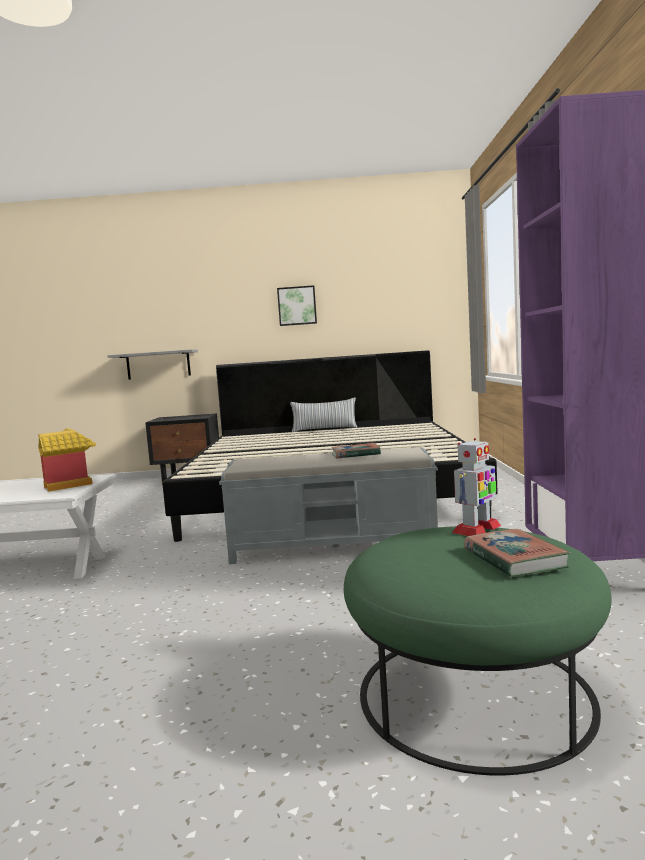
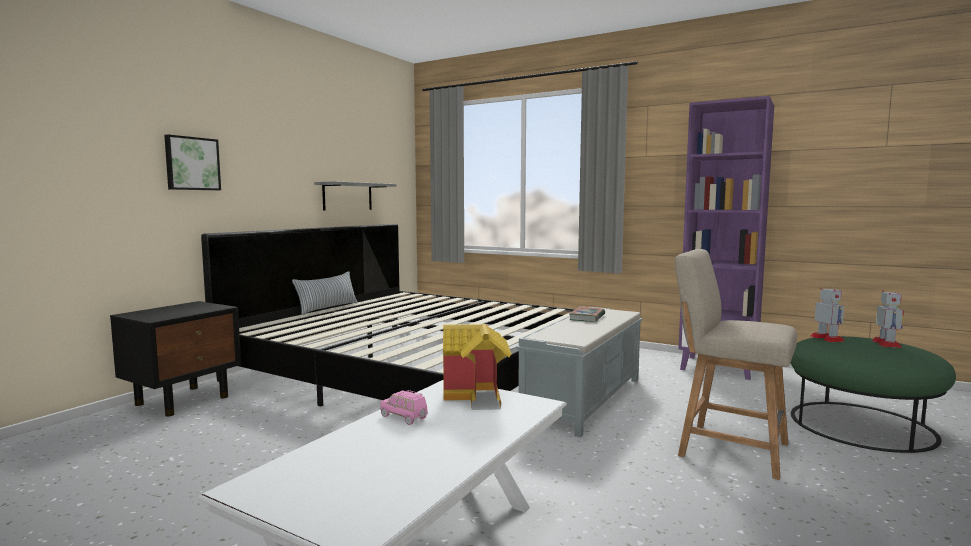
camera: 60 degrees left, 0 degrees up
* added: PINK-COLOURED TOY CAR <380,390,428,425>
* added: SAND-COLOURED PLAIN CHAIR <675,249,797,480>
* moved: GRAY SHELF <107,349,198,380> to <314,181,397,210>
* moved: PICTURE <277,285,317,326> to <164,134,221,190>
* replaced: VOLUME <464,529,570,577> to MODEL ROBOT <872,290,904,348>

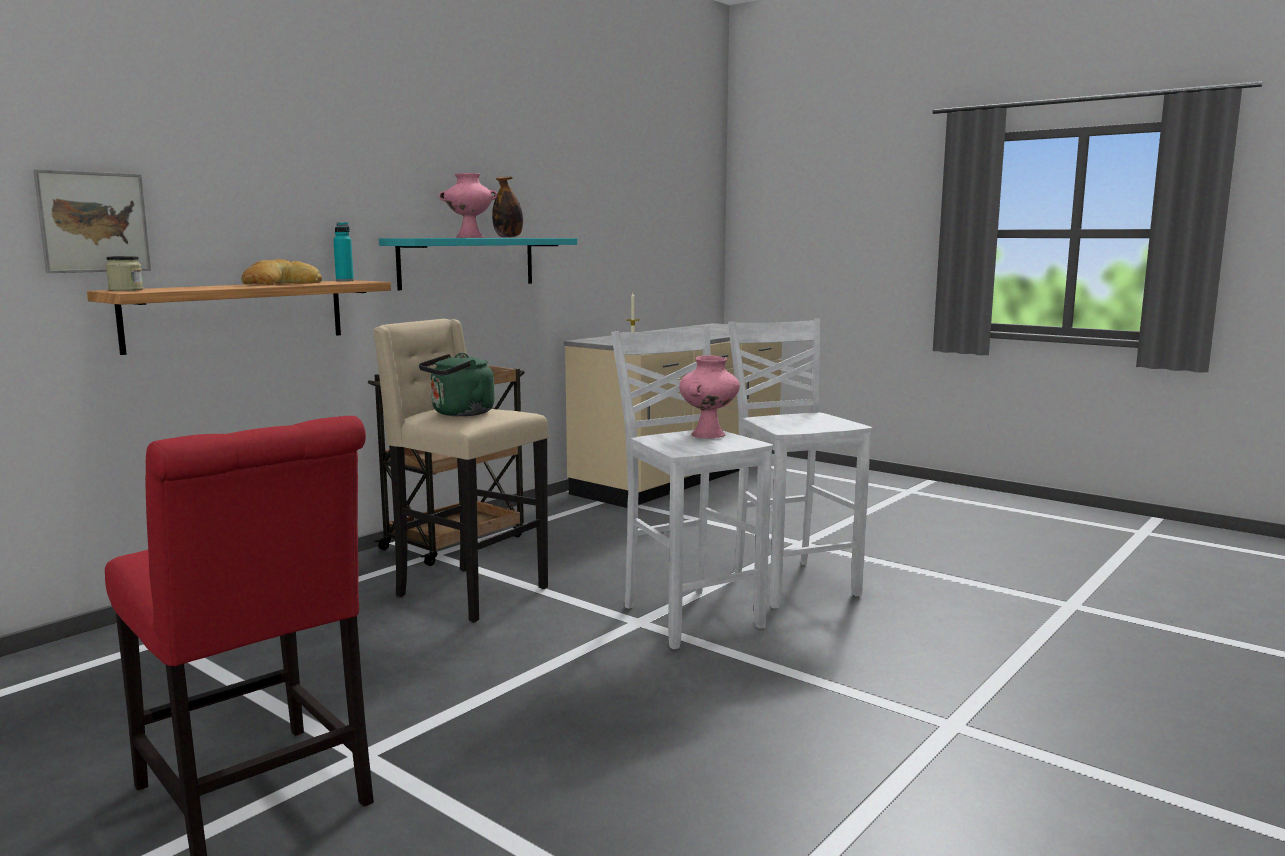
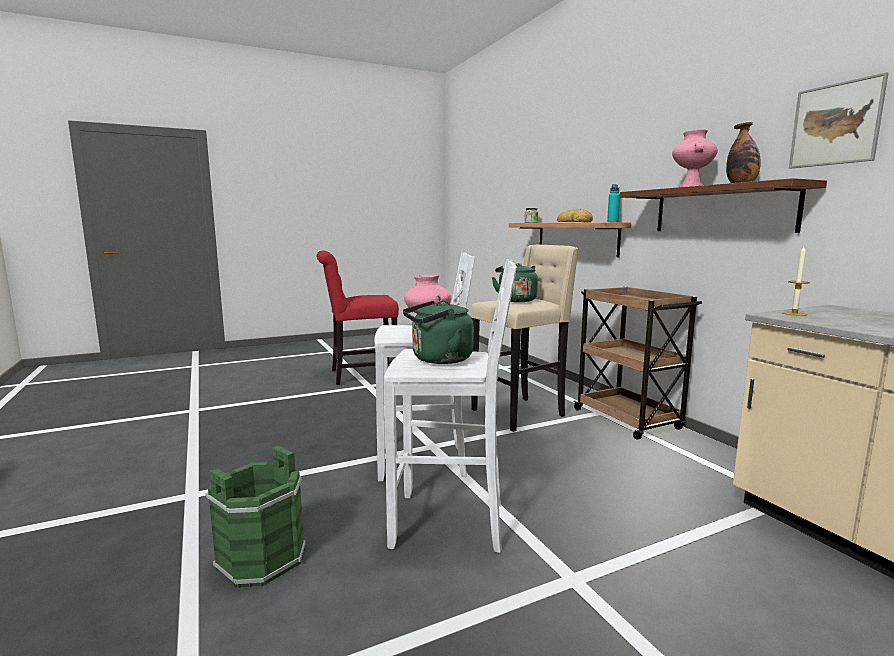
camera: 115 degrees right, 0 degrees up
* added: GREEN-COLOURED PAIL <206,445,306,588>
* added: GREEN-COLOURED WATER KETTLE <403,300,473,364>
* moved: PICTURE <33,169,151,273> to <789,72,889,169>
* recoloured: BLUE-GREEN SHELF <379,238,577,290> to BROWN SHELF <619,178,827,233>

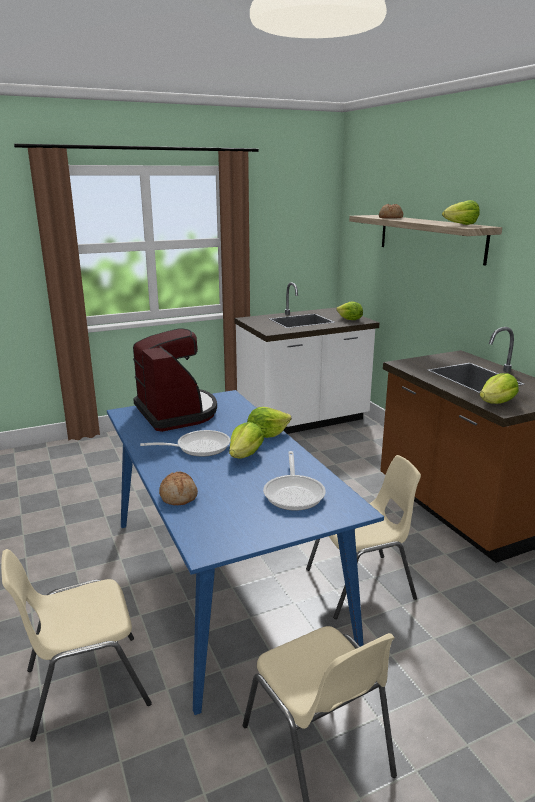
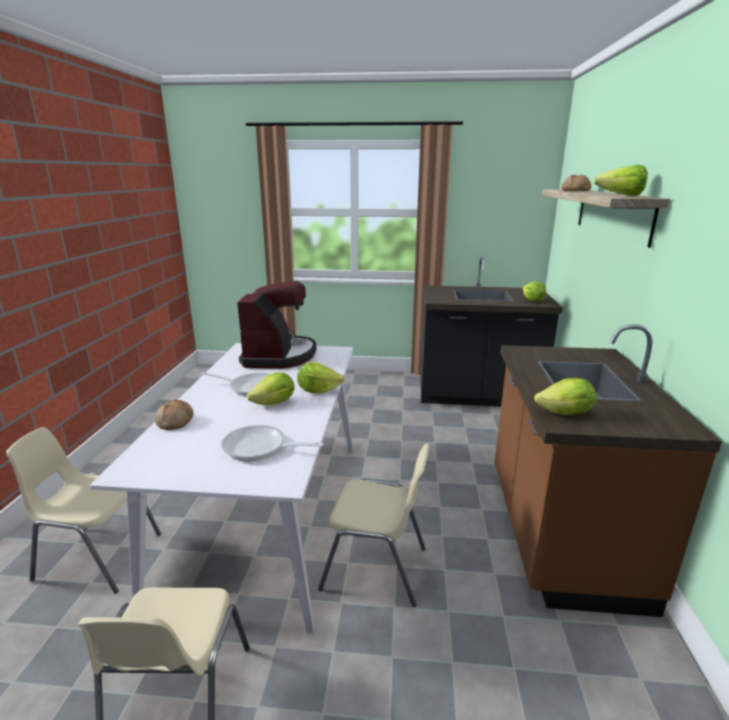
camera: 30 degrees right, 0 degrees up
* recoloured: BLUE DINING TABLE <107,390,384,715> to WHITE DINING TABLE <90,343,353,633>
* recoloured: WHITE COUNTER <235,282,380,434> to BLACKISH COUNTER <420,256,563,406>
* turned: SKILLET <263,451,326,511> = <221,425,324,461> 75 degrees clockwise

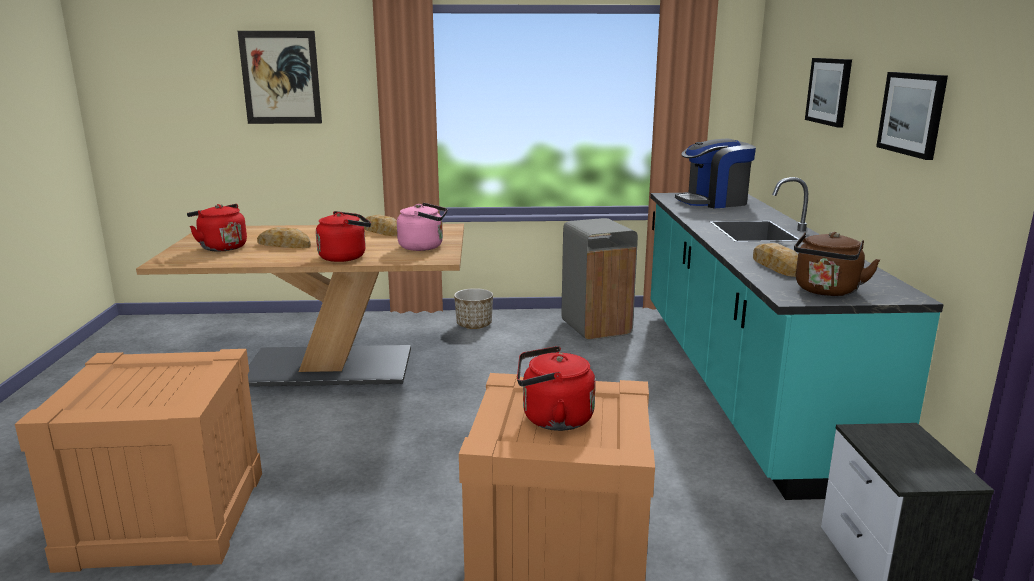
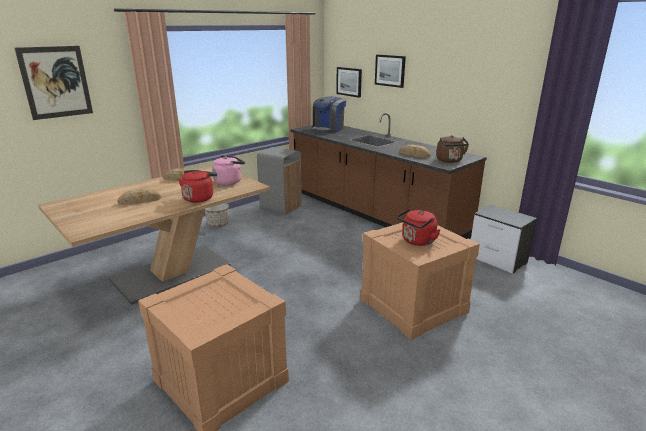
camera: 40 degrees left, 5 degrees up
* removed: REDDISH WATER KETTLE <187,204,247,251>
* moved: PICTURE <876,72,948,160> to <336,67,362,98>
* recoloured: BLUE-GREEN COUNTER <650,177,944,500> to BROWN COUNTER <290,113,487,239>

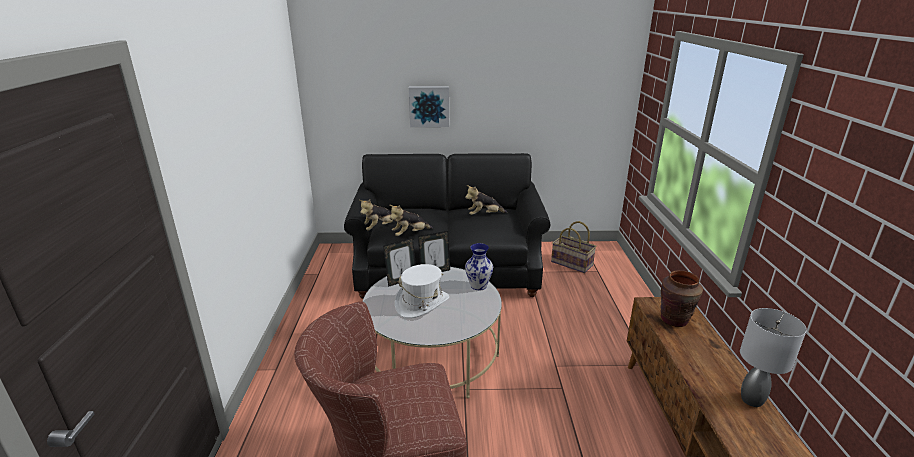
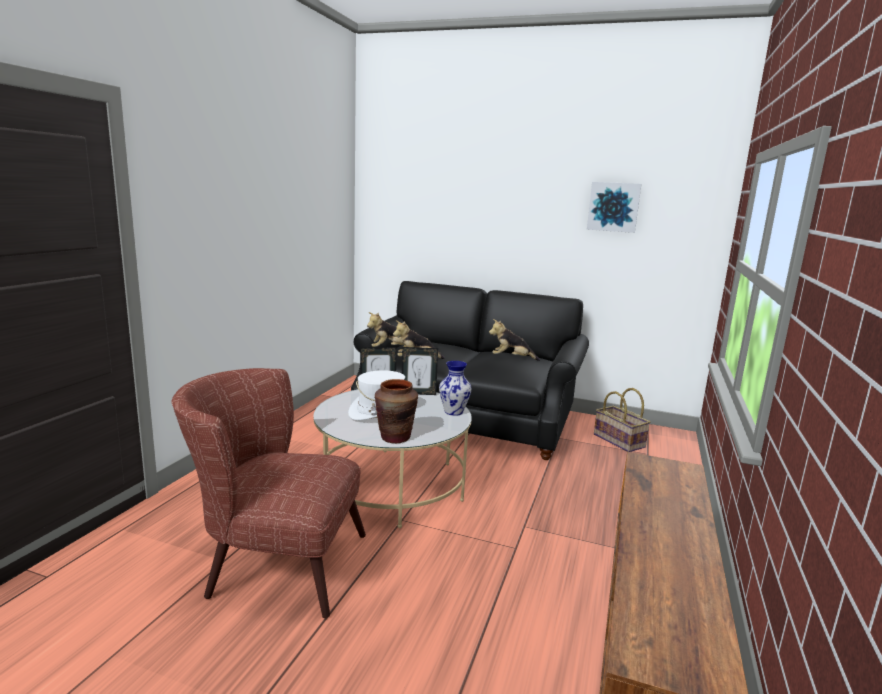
camera: 20 degrees right, 10 degrees down
* removed: GRAY TABLETOP LAMP <740,308,807,407>
* moved: PICTURE <409,86,449,127> to <587,182,641,233>
* moved: BROWN DECORATIVE VASE <661,270,703,327> to <374,379,418,443>

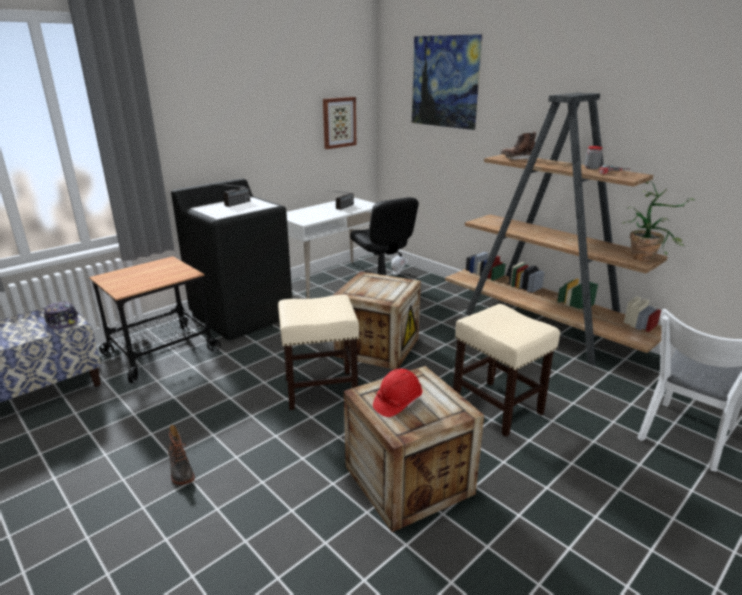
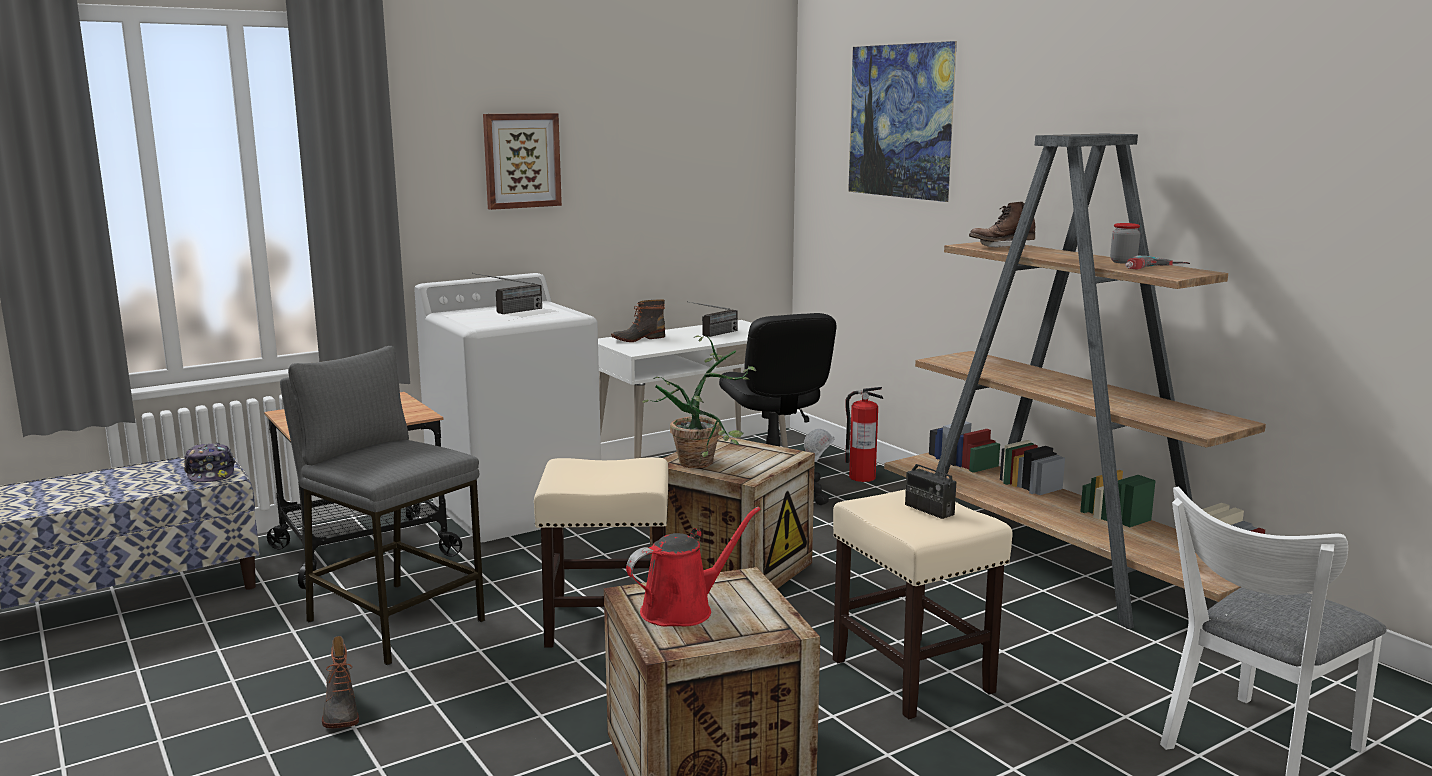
camera: 10 degrees right, 10 degrees down
* added: GRAY STOOL SEAT <280,346,485,665>
* added: TALL BOOT <611,299,665,342>
* added: FIRE-FIGHTING CYLINDER <846,387,883,482>
* added: RADIO SET <905,445,957,519>
* moved: PICTURE <323,97,356,149> to <483,113,562,210>
* moved: PLANT IN A POT <622,181,696,262> to <642,336,756,468>
* replaced: REDDISH HARD HAT <373,368,422,417> to REDDISH SPRINKLING CAN <626,507,761,626>
* recoloured: BLACKISH LAUNDRY APPLIANCE <171,178,292,341> to WHITE LAUNDRY APPLIANCE <414,273,601,542>

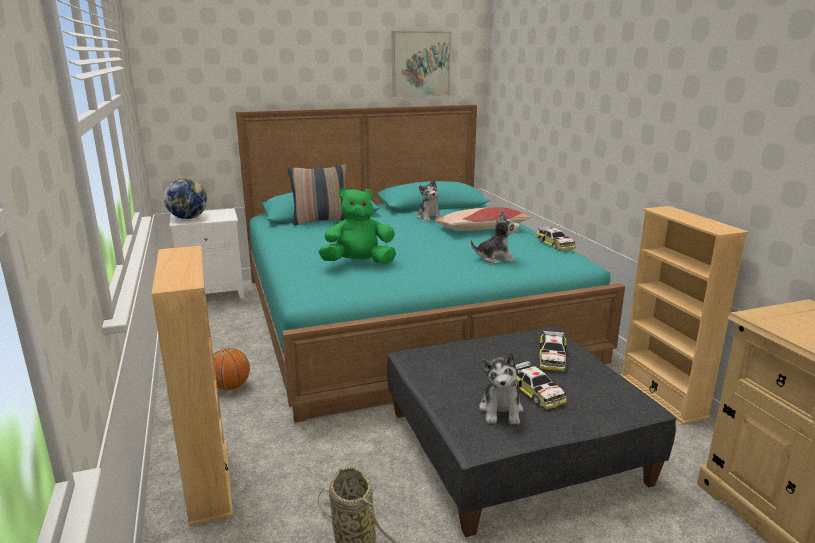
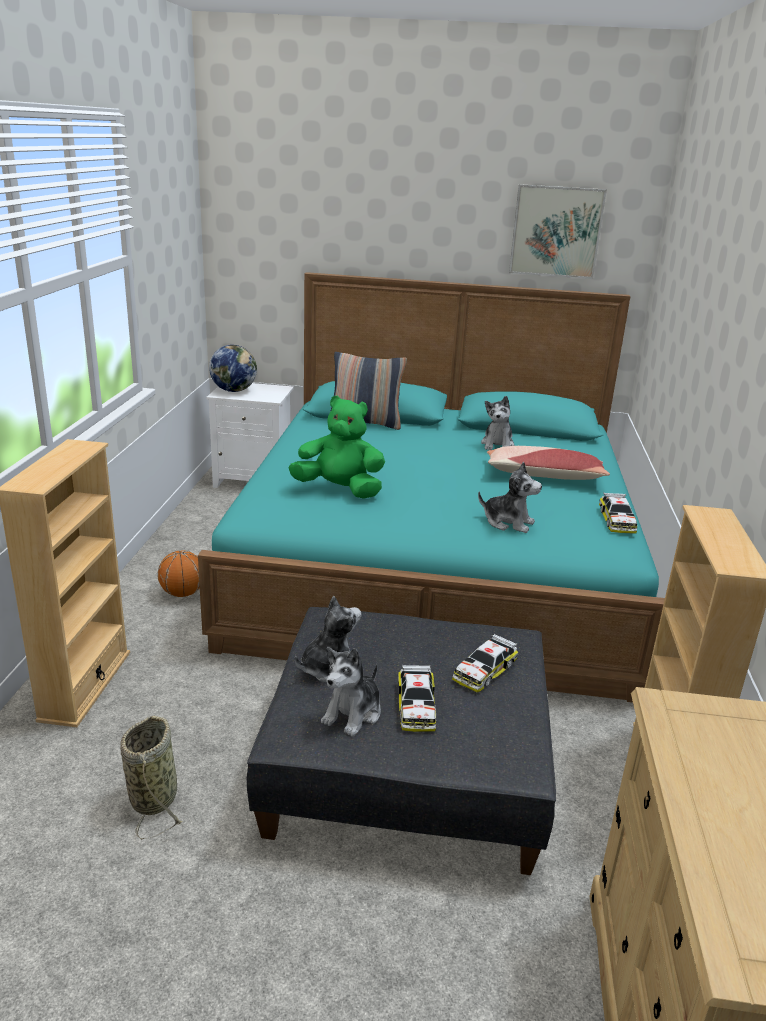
camera: 25 degrees right, 5 degrees up
* added: CUDDLY TOY <295,596,361,682>

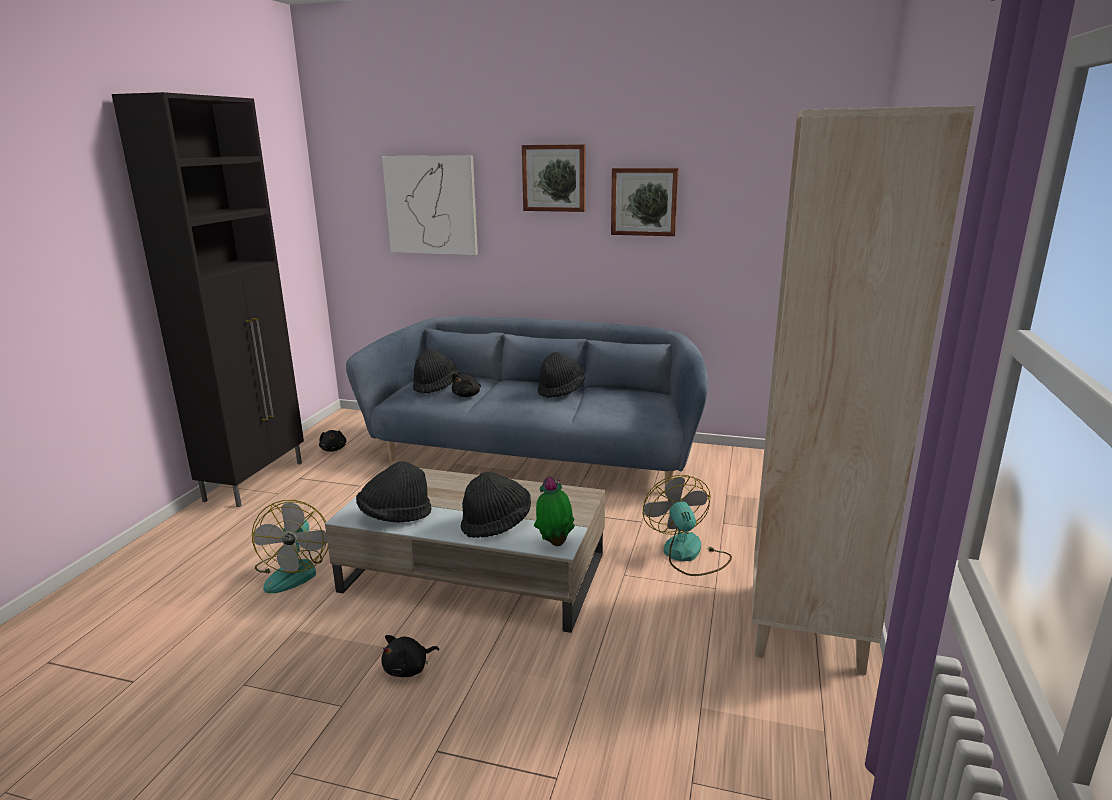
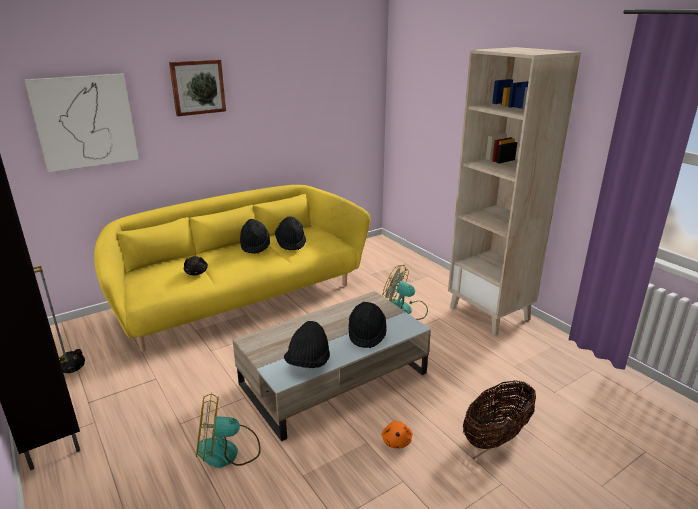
camera: 50 degrees left, 5 degrees up
* removed: PLANT IN A POT <534,476,575,546>
* removed: PICTURE <611,168,679,236>
* added: STORAGE BASKET <463,381,536,449>
* moved: BLACKISH HAT <413,349,459,394> to <275,216,306,250>
* recoloured: BLUE SETTEE <346,316,708,487> to YELLOW SETTEE <94,185,370,352>
* recoloured: BLACKISH CUDDLY TOY <381,635,439,677> to ORANGE CUDDLY TOY <382,420,413,449>
* turned: ELECTRIC FAN <252,500,328,593> = <196,392,261,468> 135 degrees clockwise

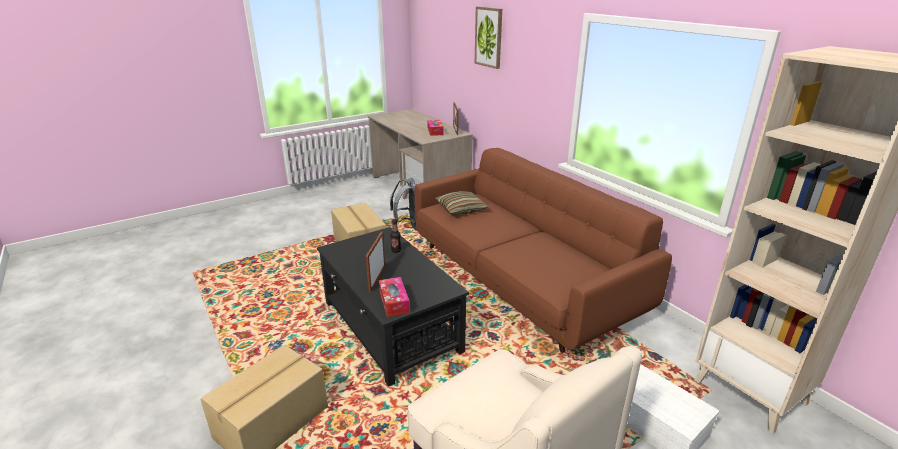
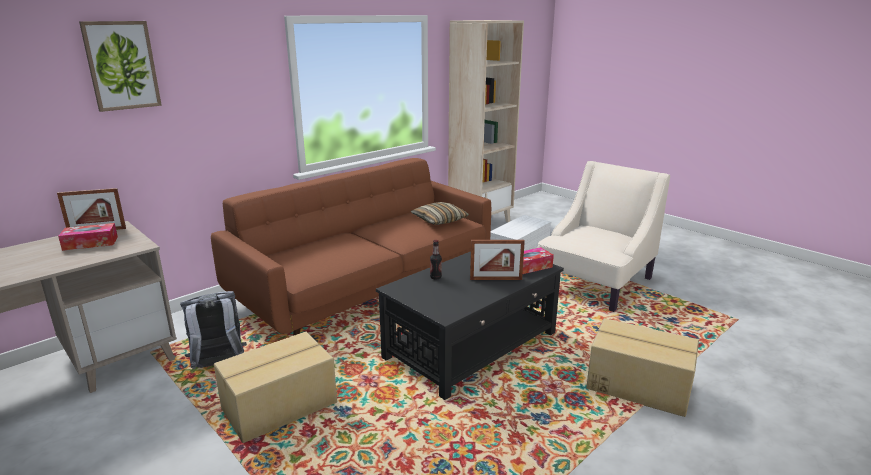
camera: 100 degrees left, 5 degrees down
* moved: PILLOW <435,191,488,215> to <411,202,469,225>

